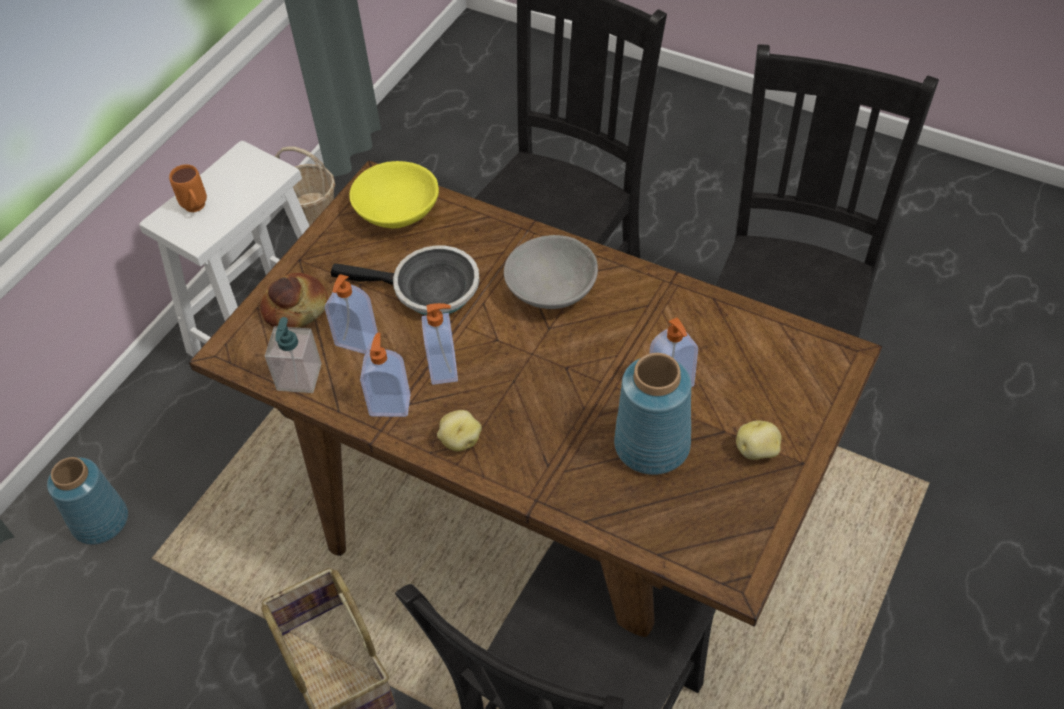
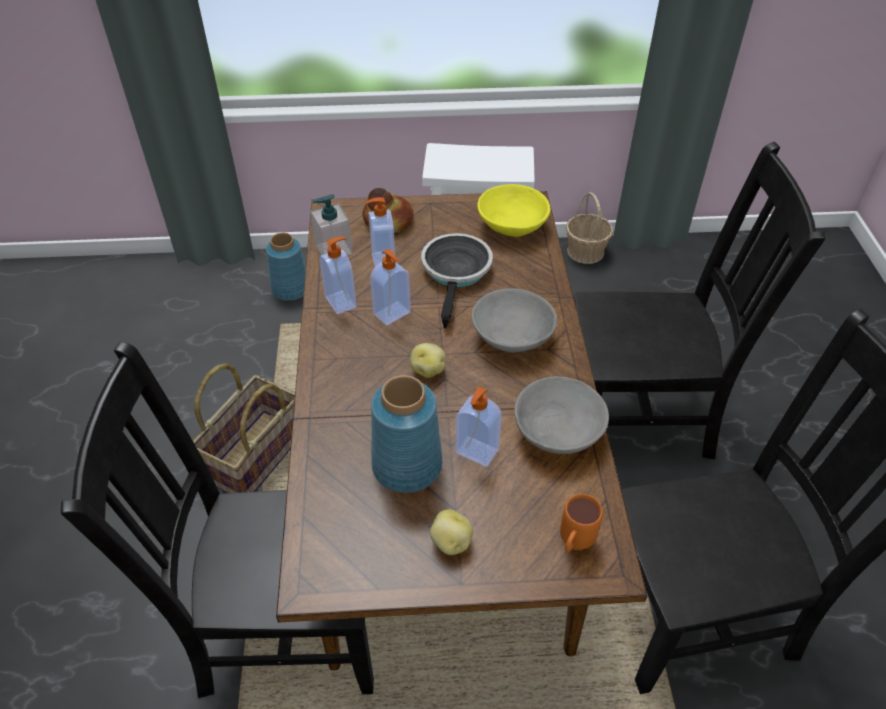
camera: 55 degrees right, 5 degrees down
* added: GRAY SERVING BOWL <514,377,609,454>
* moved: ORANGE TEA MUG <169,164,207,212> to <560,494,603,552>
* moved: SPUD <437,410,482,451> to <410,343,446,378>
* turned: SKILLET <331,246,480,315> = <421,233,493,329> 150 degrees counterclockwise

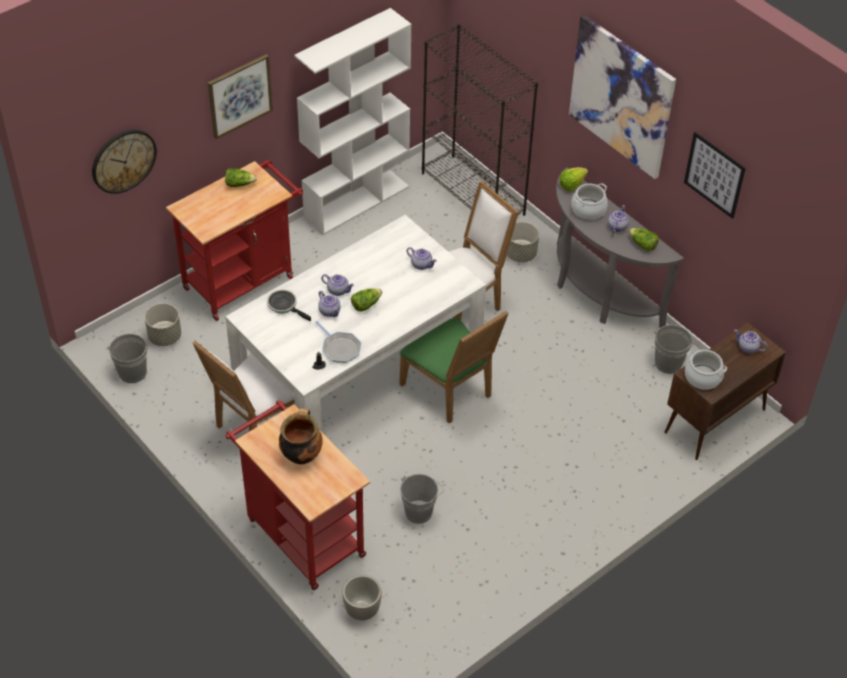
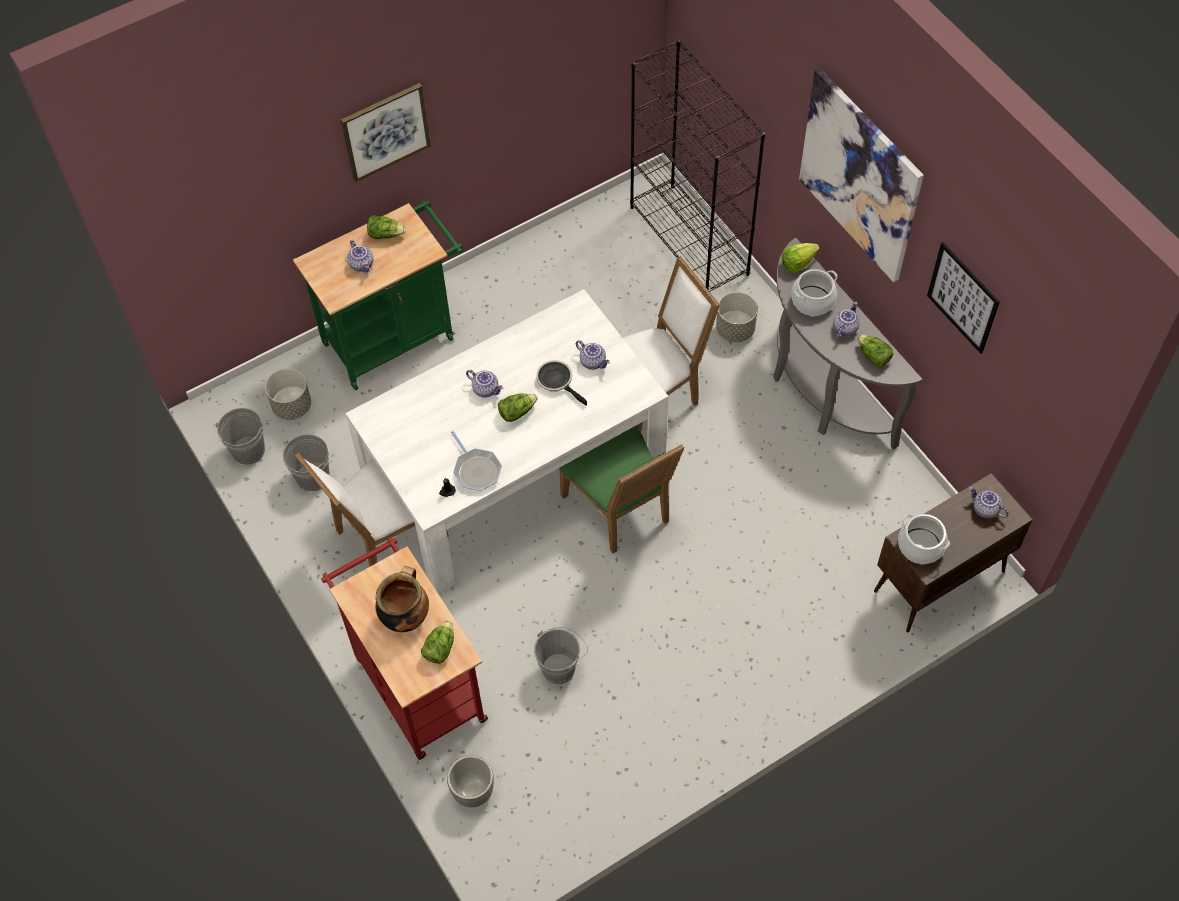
camera: 10 degrees right, 10 degrees up
* removed: HANGING CLOCK <92,129,157,194>
* removed: WHITE BOOKCASE <294,8,412,236>
* added: HEAD OF LETTUCE <421,621,454,664>
* moved: SKILLET <267,289,311,322> to <536,360,587,406>
* moved: TEAPOT <318,291,340,317> to <347,240,373,273>
* moved: GRAY PAIL <653,325,694,374> to <283,434,330,491>
* recoloured: REDDISH TROLLEY <166,160,303,321> to GREEN-COLOURED TROLLEY <293,201,463,390>

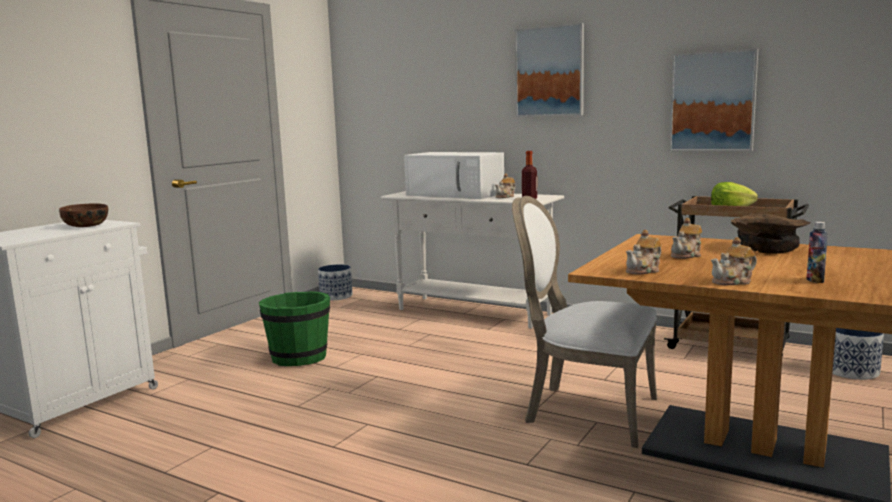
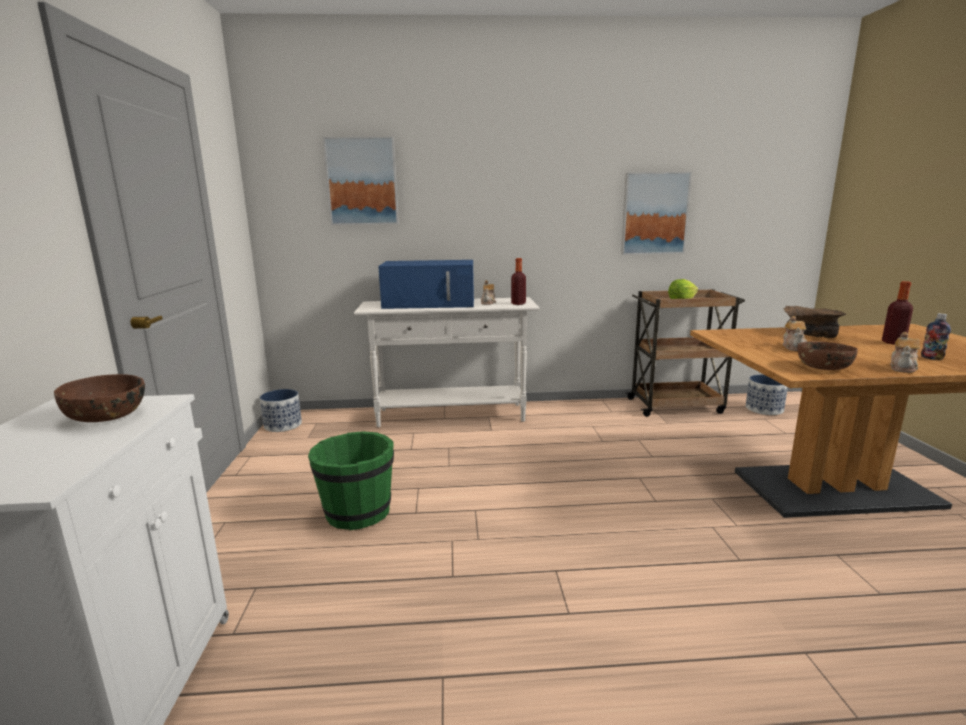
camera: 35 degrees left, 5 degrees up
* removed: WHITE PLAIN CHAIR <512,196,657,448>
* added: DRINK BOTTLE <882,281,913,344>
* moved: PICTURE <515,23,584,117> to <323,137,399,225>
* replaced: TEAPOT <626,230,662,275> to BROWN SERVING BOWL <797,341,858,370>
* recoloured: WHITE MICROWAVE OVEN <404,152,504,199> to BLUE MICROWAVE OVEN <378,260,474,309>

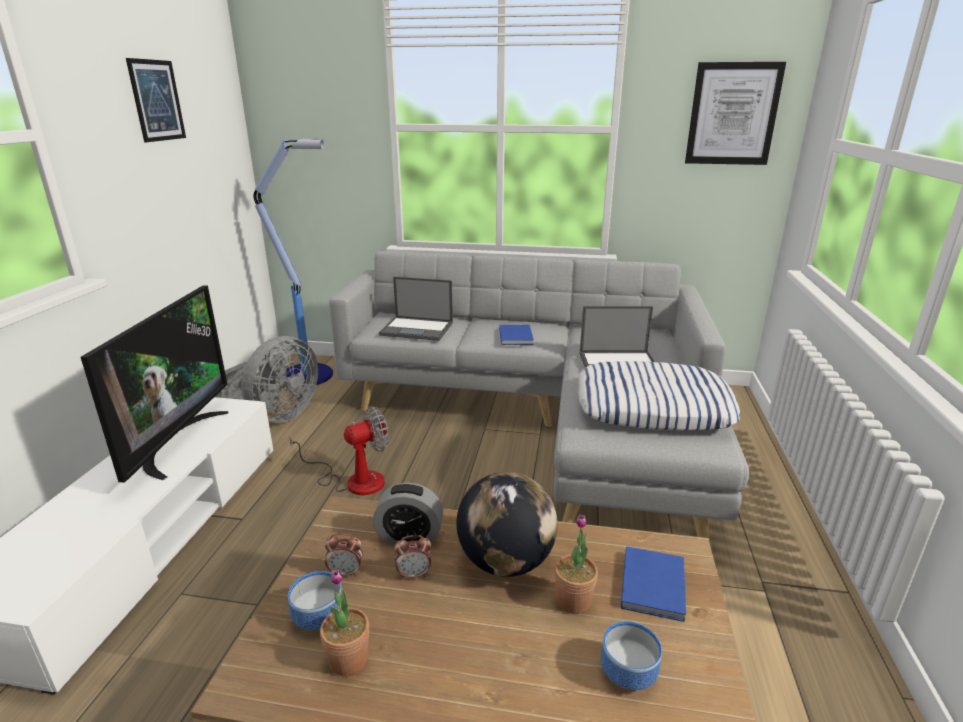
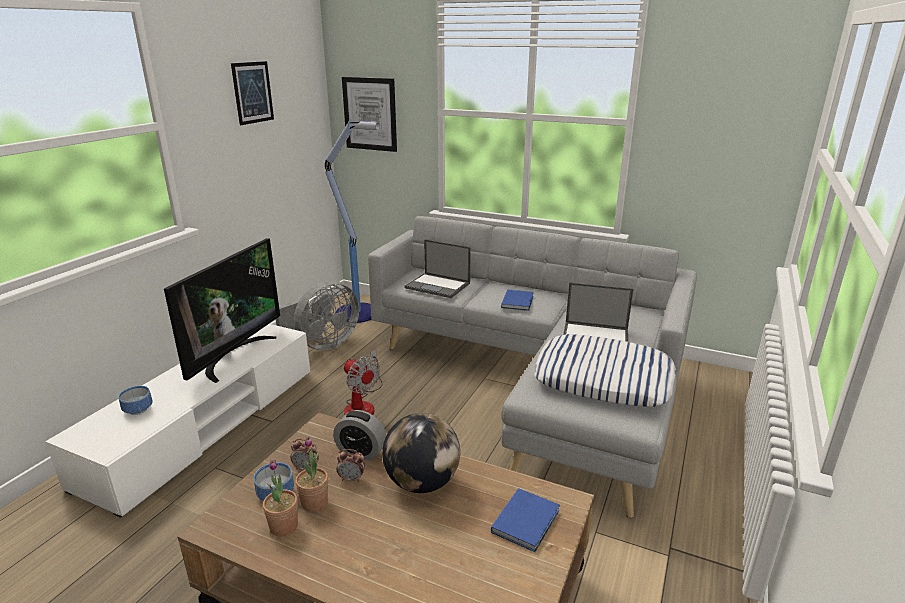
camera: 15 degrees right, 0 degrees up
* moved: PLANT IN A POT <554,514,598,614> to <295,437,328,512>
* moved: SERVING BOWL <601,621,662,690> to <118,386,152,415>
* moved: PICTURE <685,62,786,165> to <342,77,397,152>
* turned: ELECTRIC FAN <289,406,389,495> = <344,350,383,415> 60 degrees clockwise

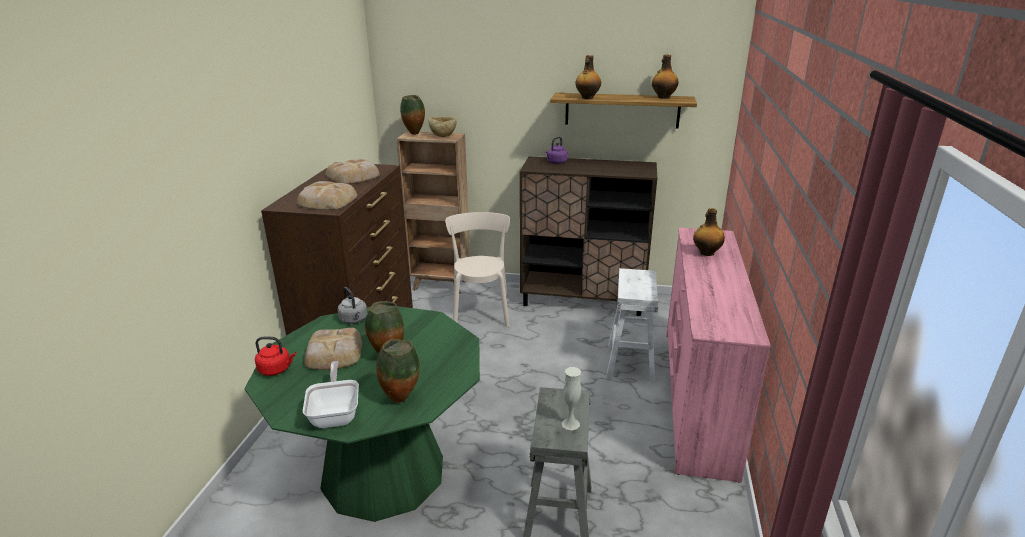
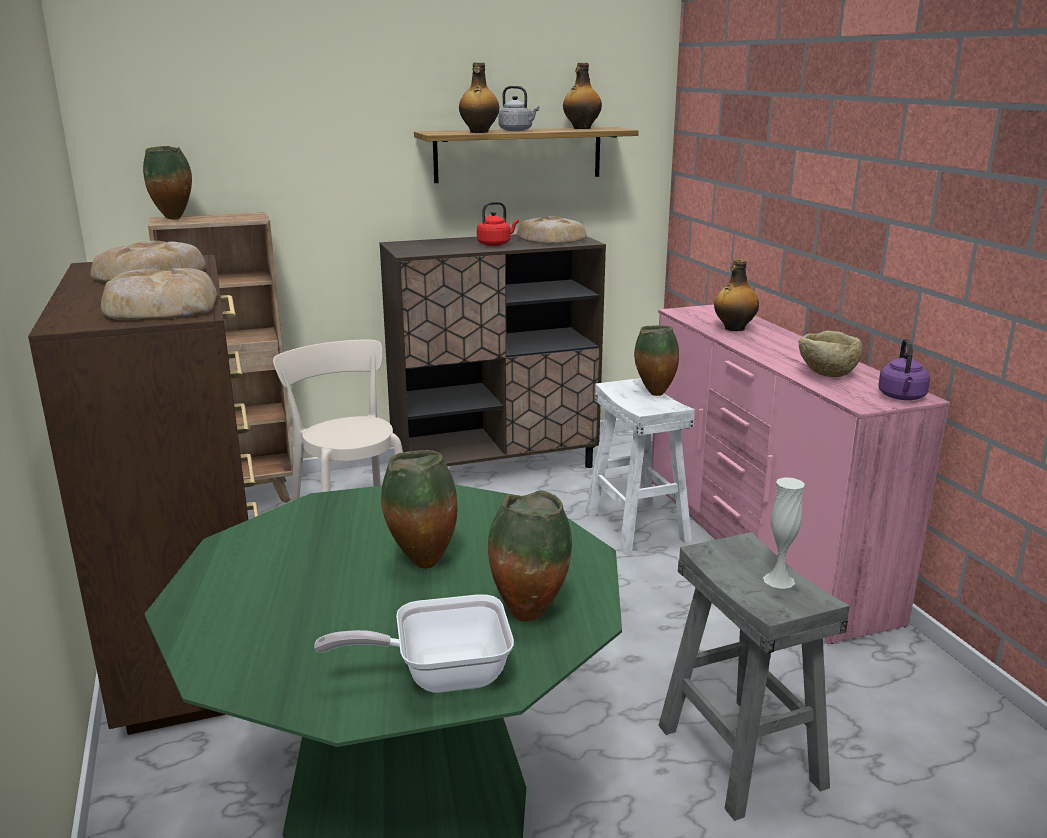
camera: 30 degrees left, 5 degrees down
* added: DECORATIVE VASE <634,325,679,396>
* moved: REDDISH WATER KETTLE <255,337,296,376> to <477,202,519,246>
* moved: BAKED BREAD <304,328,362,370> to <517,216,587,244>
* moved: GRAY WATER KETTLE <338,287,367,324> to <498,86,539,131>
* moved: SAND-COLOURED SERVING BOWL <428,116,457,137> to <798,330,863,377>
* moved: PURPLE WATER KETTLE <545,137,568,164> to <878,339,930,400>
* turned: SKILLET <303,361,359,428> = <315,594,514,693> 60 degrees counterclockwise

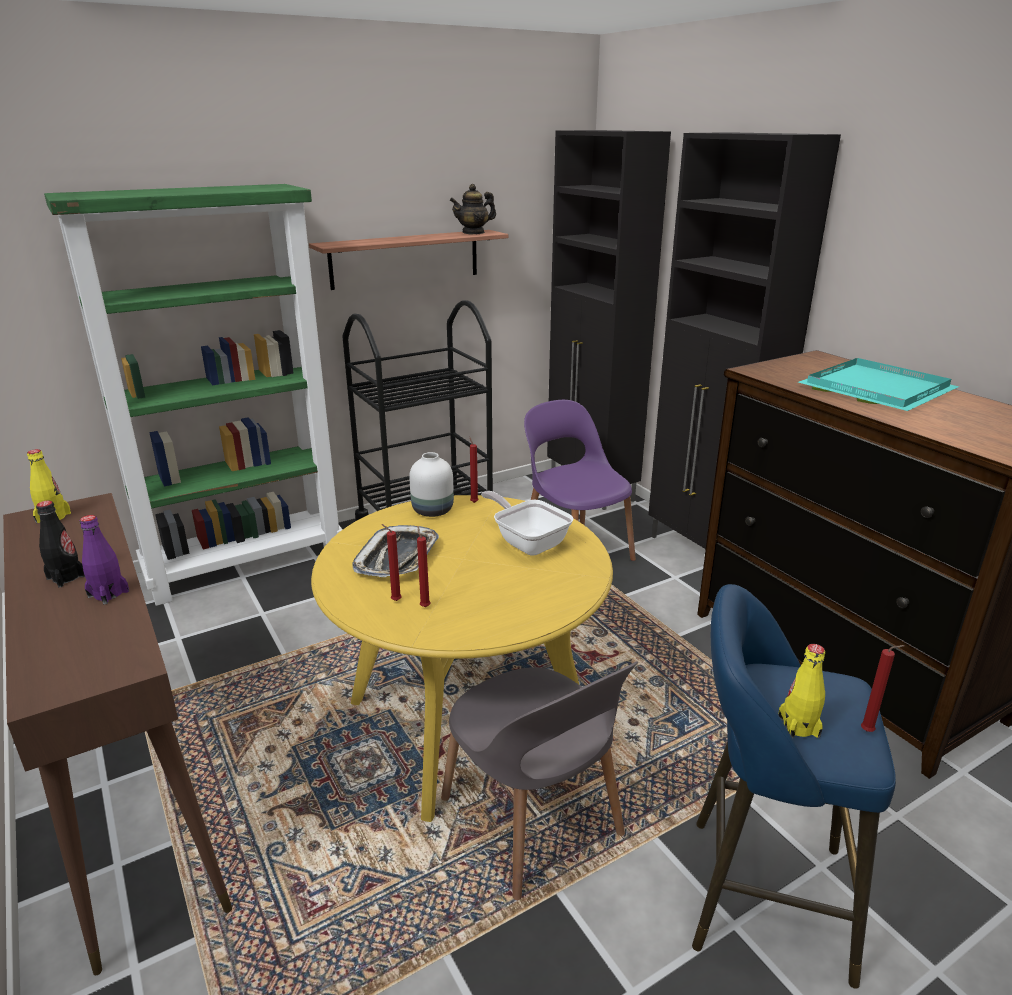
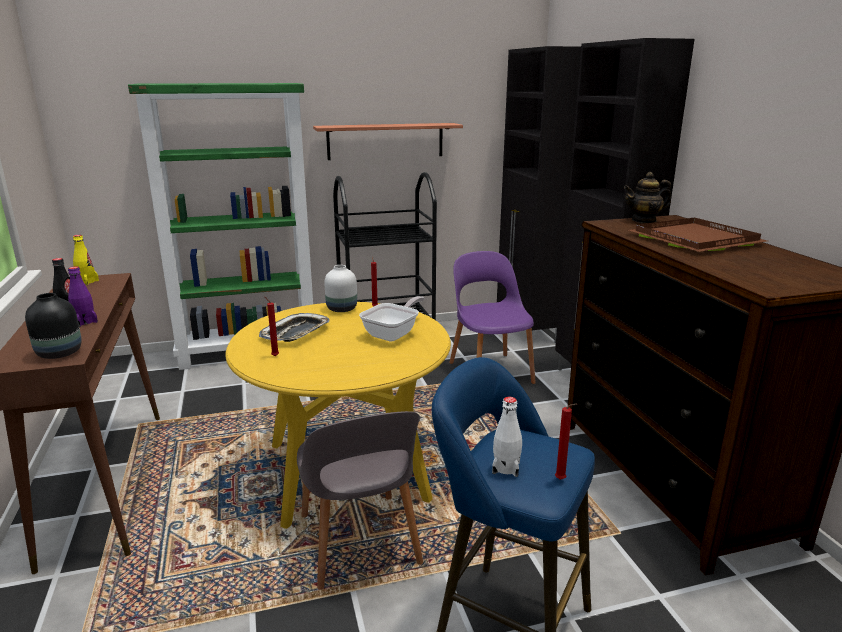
camera: 15 degrees right, 5 degrees down
* removed: REDDISH CANDLE <417,527,430,607>
* added: BLACKISH DECORATIVE VASE <25,293,82,359>
* moved: TEAPOT <450,184,496,234> to <624,172,671,223>
* recoloured: YELLOW DRINK BOTTLE <778,644,825,739> to WHITE DRINK BOTTLE <492,397,522,477>
* recoloured: BLUE-GREEN SERVING TRAY <798,358,959,411> to BROWN SERVING TRAY <629,218,767,252>
* turned: SKILLET <481,491,574,556> = <359,296,424,341> 60 degrees clockwise

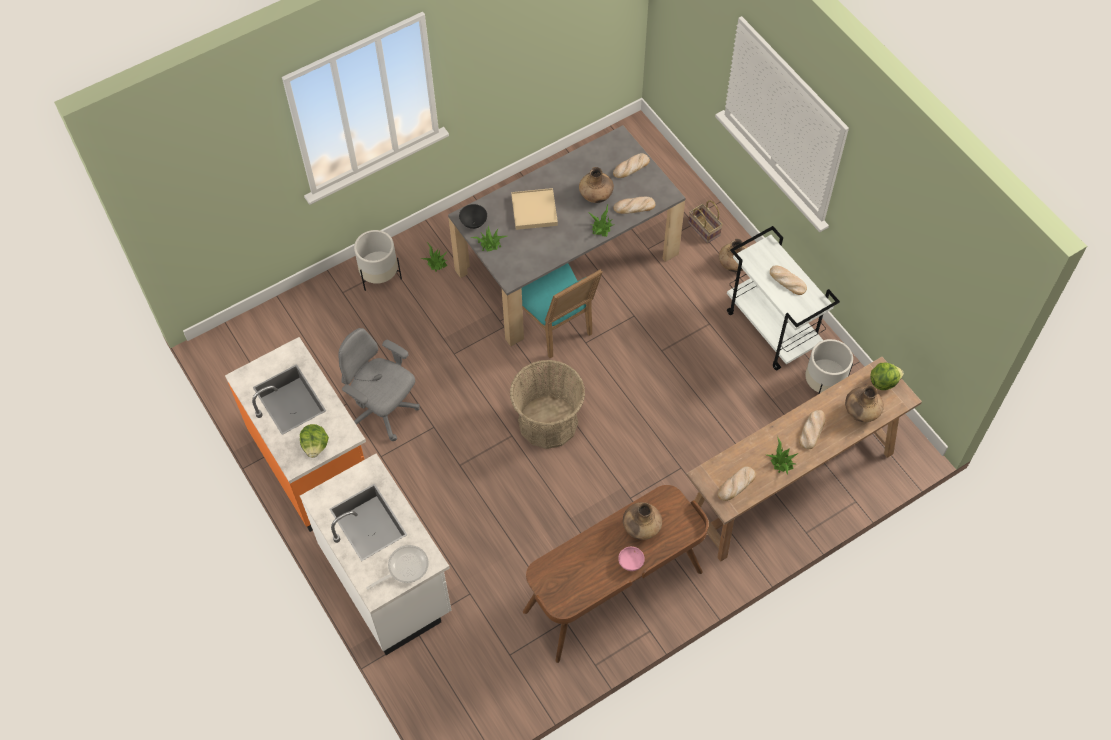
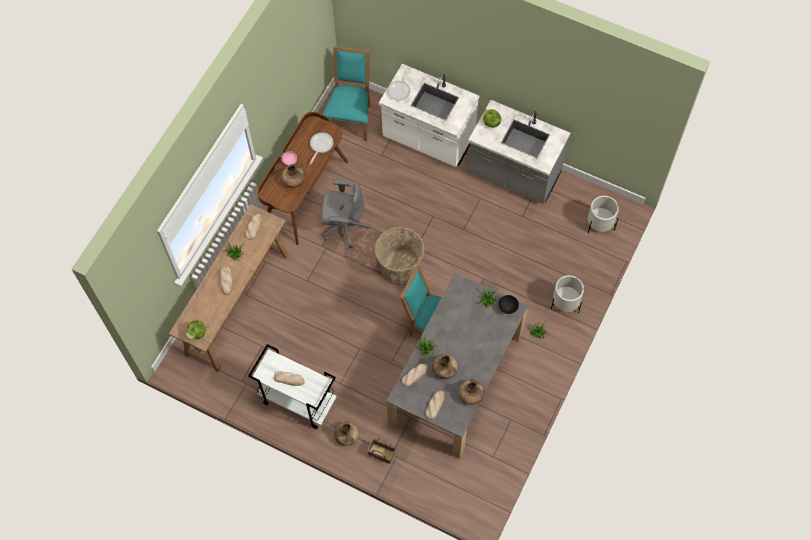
camera: 150 degrees right, 5 degrees up
* removed: SAND-COLOURED SERVING TRAY <511,188,558,230>
* added: SKILLET <309,132,333,164>
* added: BLUE-GREEN PLAIN CHAIR <323,46,370,141>
* moved: GRAY OFFICE CHAIR <338,328,420,441> to <321,179,370,248>
* moved: WHITE PLANTER <805,339,853,394> to <588,196,619,233>
* moved: BROWN DECORATIVE VASE <845,385,884,422> to <459,379,485,405>
* recoloured: ORANGE COUNTER <225,337,366,532> to GRAY COUNTER <468,100,570,204>

